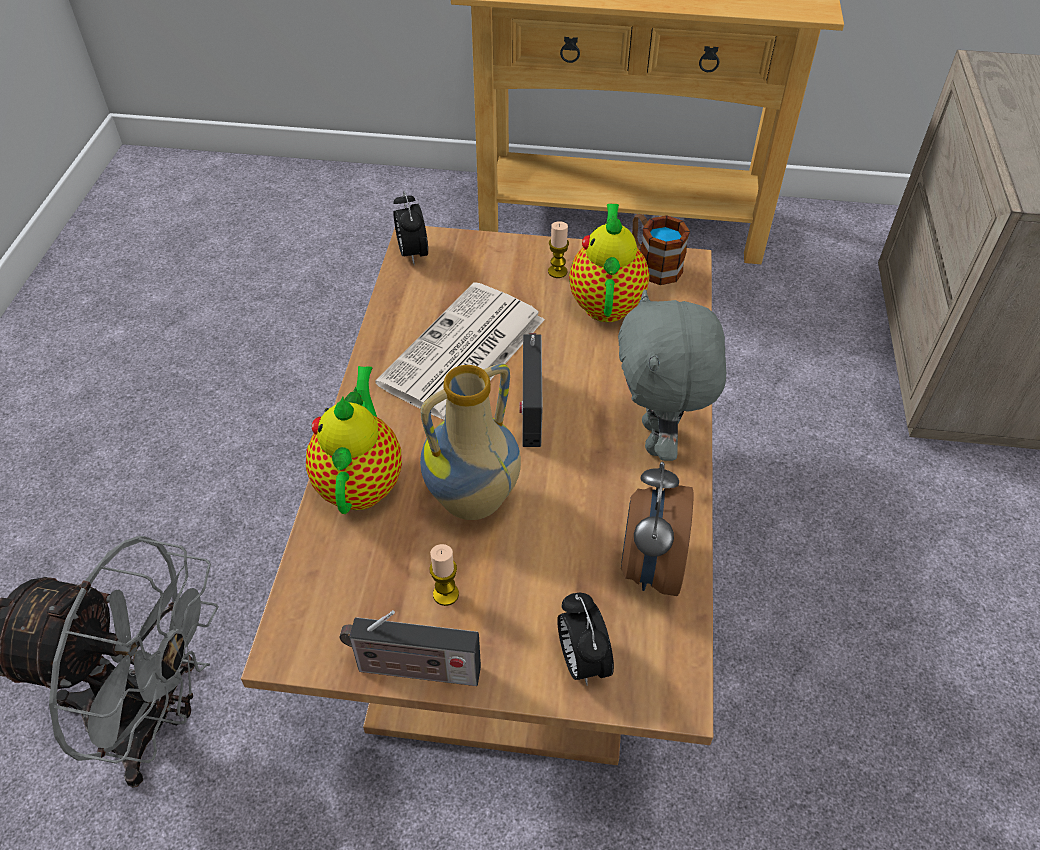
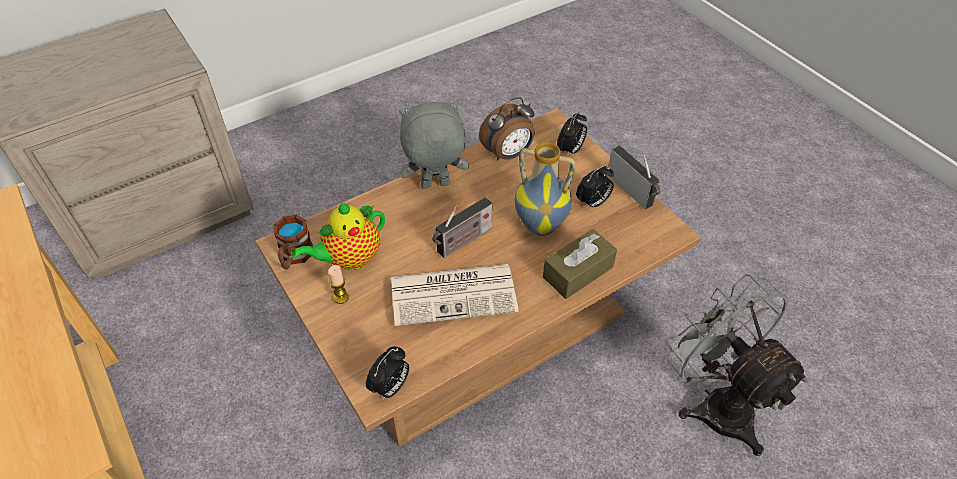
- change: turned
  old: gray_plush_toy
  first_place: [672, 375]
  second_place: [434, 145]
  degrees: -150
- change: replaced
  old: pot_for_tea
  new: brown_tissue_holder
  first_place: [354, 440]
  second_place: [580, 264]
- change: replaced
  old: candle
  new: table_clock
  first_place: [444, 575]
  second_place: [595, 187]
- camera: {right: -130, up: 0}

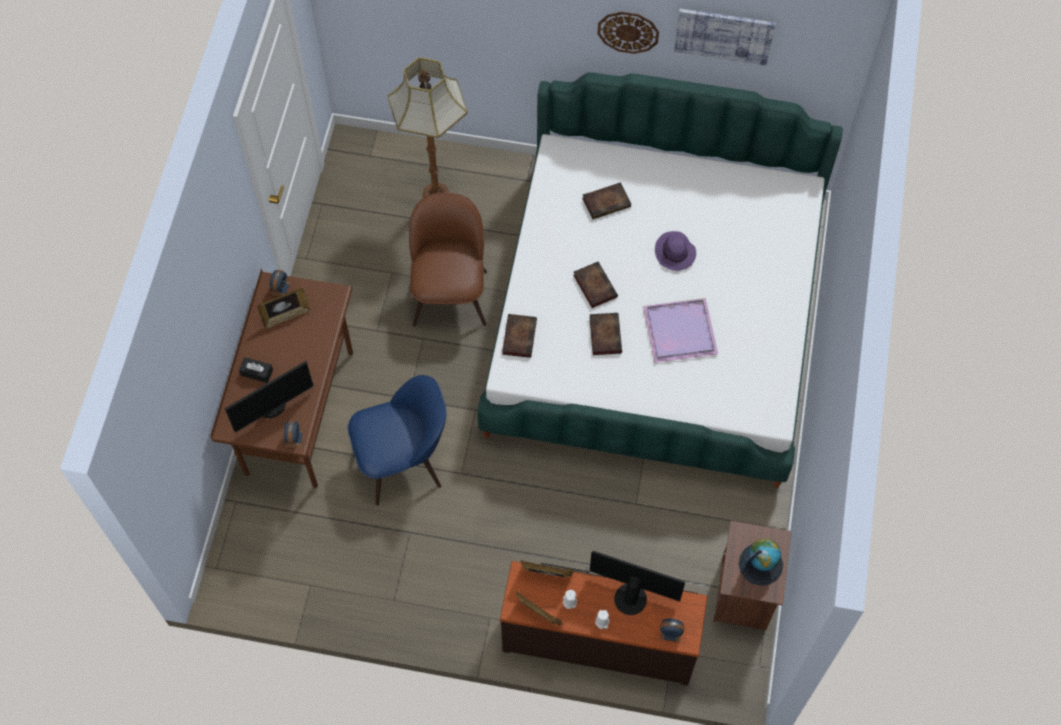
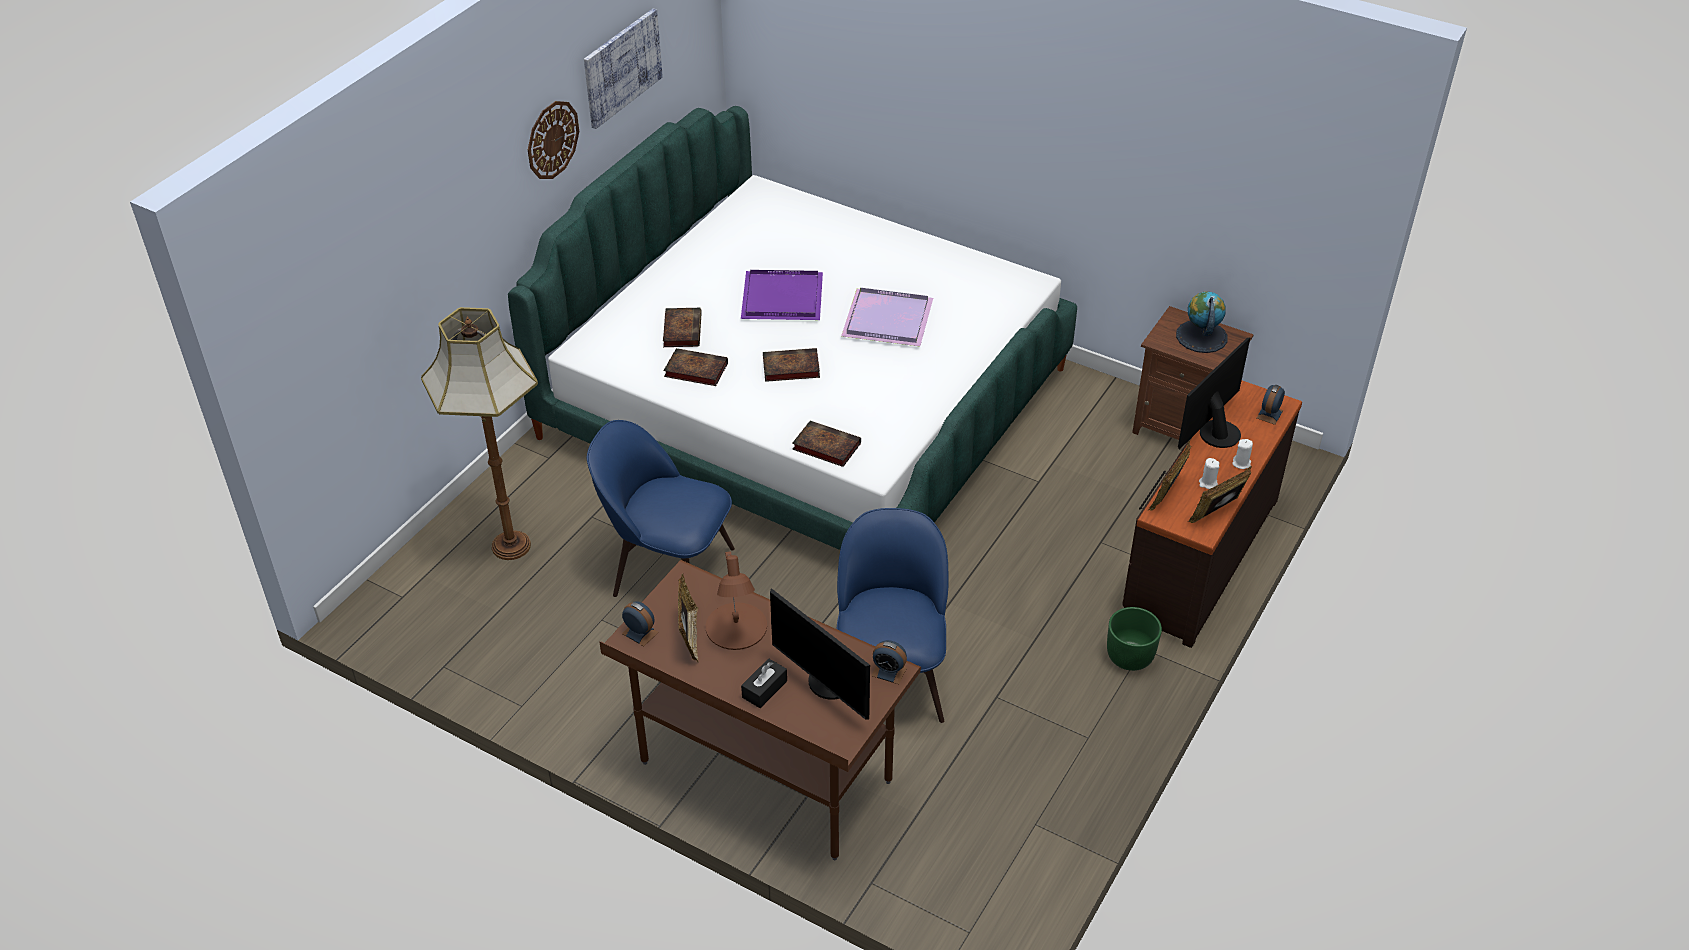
- change: recoloured
  old: brown_chair
  new: blue-coloured_chair
  first_place: [448, 260]
  second_place: [661, 508]
- change: moved
  old: bound_book
  first_place: [605, 334]
  second_place: [695, 367]
- change: added
  new: brown_table_lamp
  second_place: [736, 600]
- change: replaced
  old: purplish_wearable_hat
  new: purplish_carrying_tray
  first_place: [675, 251]
  second_place: [782, 295]
- change: turned
  old: computer_display
  first_place: [269, 396]
  second_place: [820, 653]
  degrees: 150
- change: added
  new: green_flower_pot
  second_place: [1134, 639]
- camera: {right: -70, up: -20}

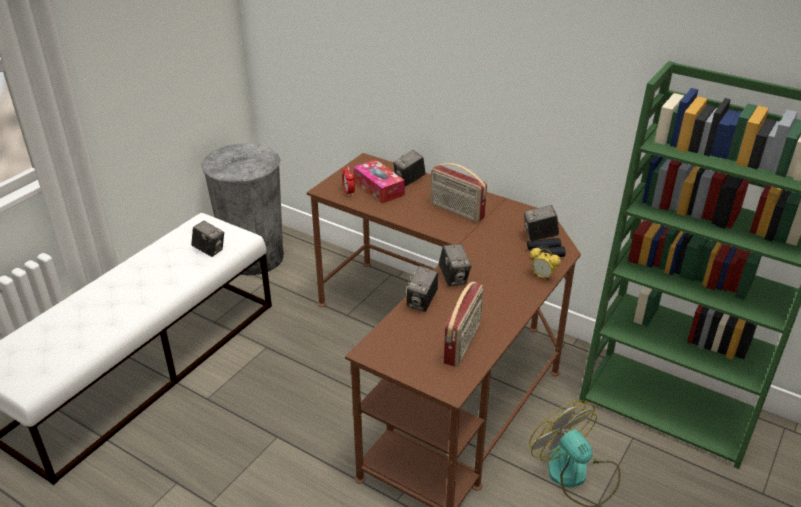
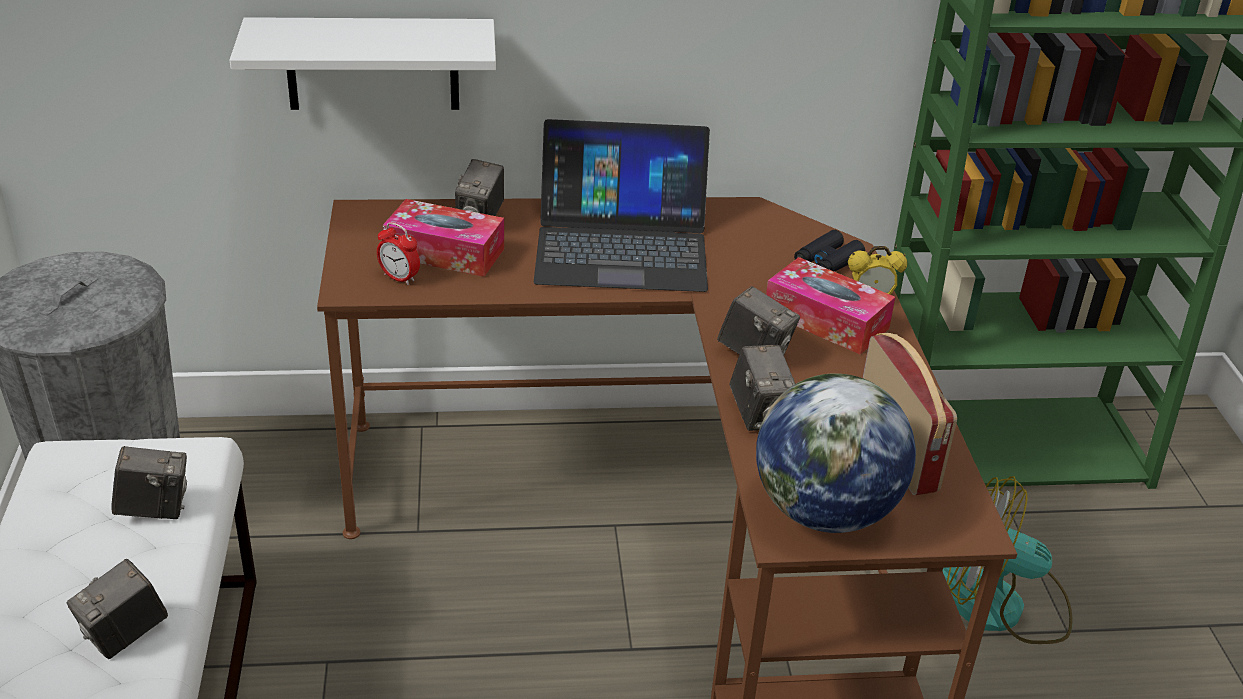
- change: moved
  old: photo_camera
  first_place: [541, 223]
  second_place: [117, 609]
- change: added
  new: white_bracket_shelf
  second_place: [363, 63]
- change: replaced
  old: radio_set
  new: notebook_computer
  first_place: [458, 193]
  second_place: [621, 205]
- change: added
  new: world_globe
  second_place: [836, 453]
- change: added
  new: tissue_holder
  second_place: [830, 306]
- camera: {right: -40, up: 0}

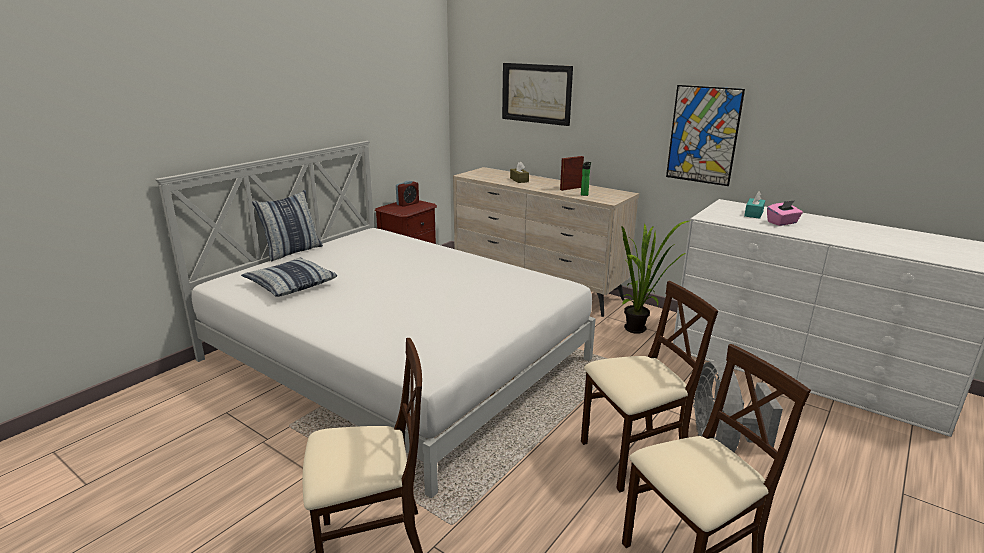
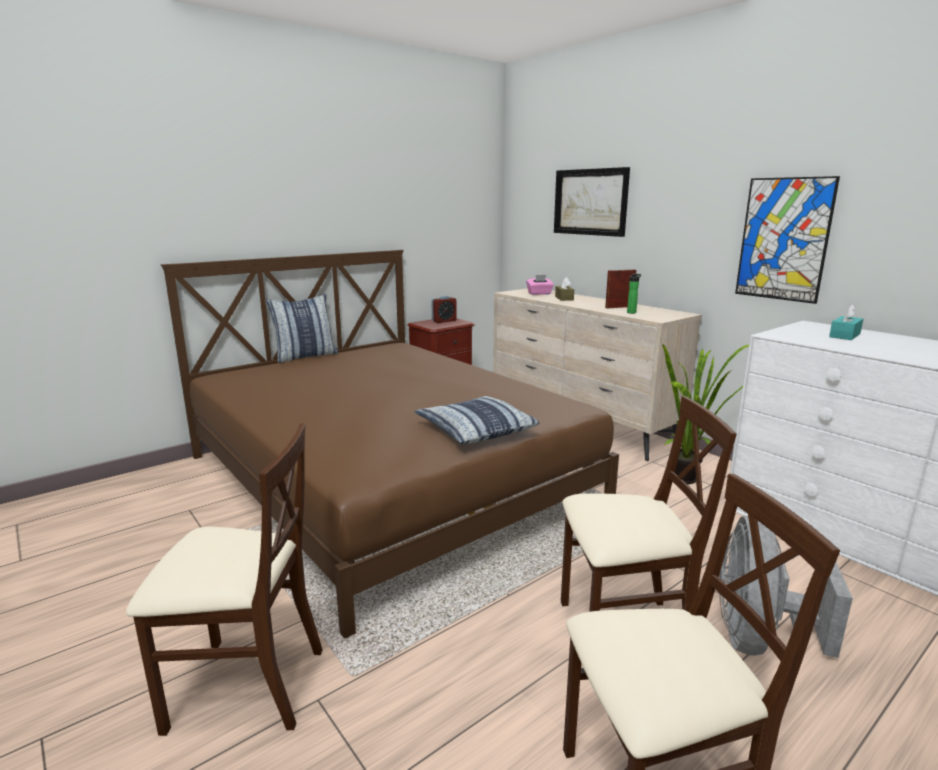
- change: recoloured
  old: white_sleeping_bed
  new: brown_sleeping_bed
  first_place: [375, 319]
  second_place: [390, 444]
- change: moved
  old: throw_pillow
  first_place: [289, 277]
  second_place: [477, 420]
- change: moved
  old: pink_tissue_holder
  first_place: [785, 213]
  second_place: [540, 285]
- camera: {right: 15, up: -5}

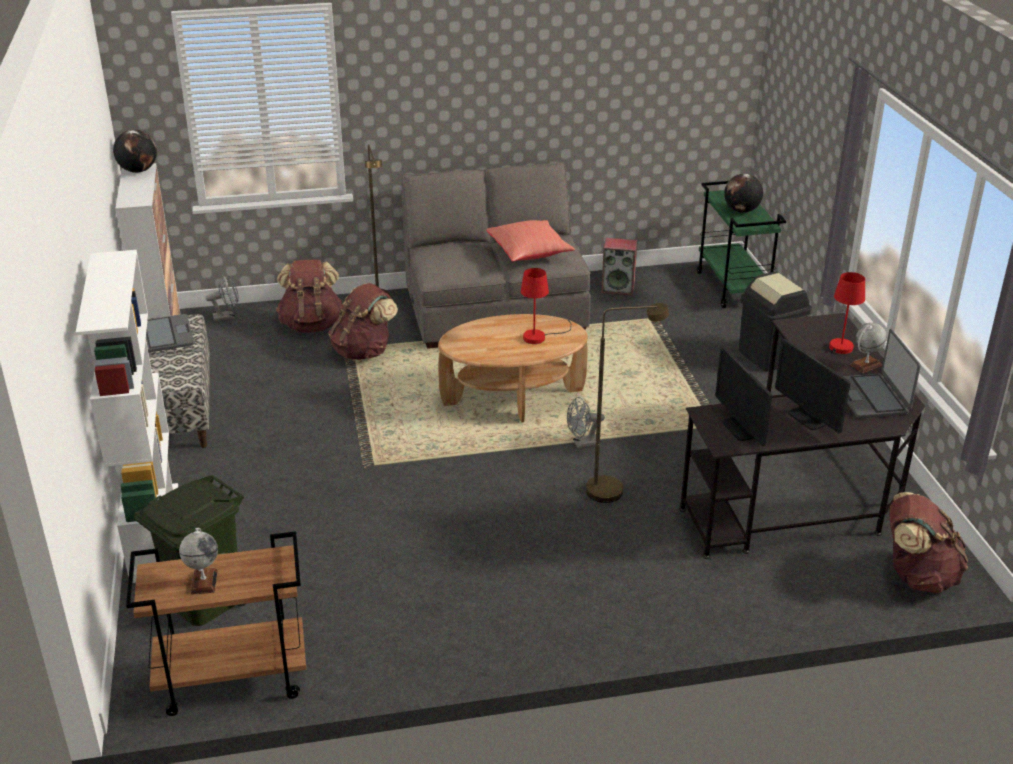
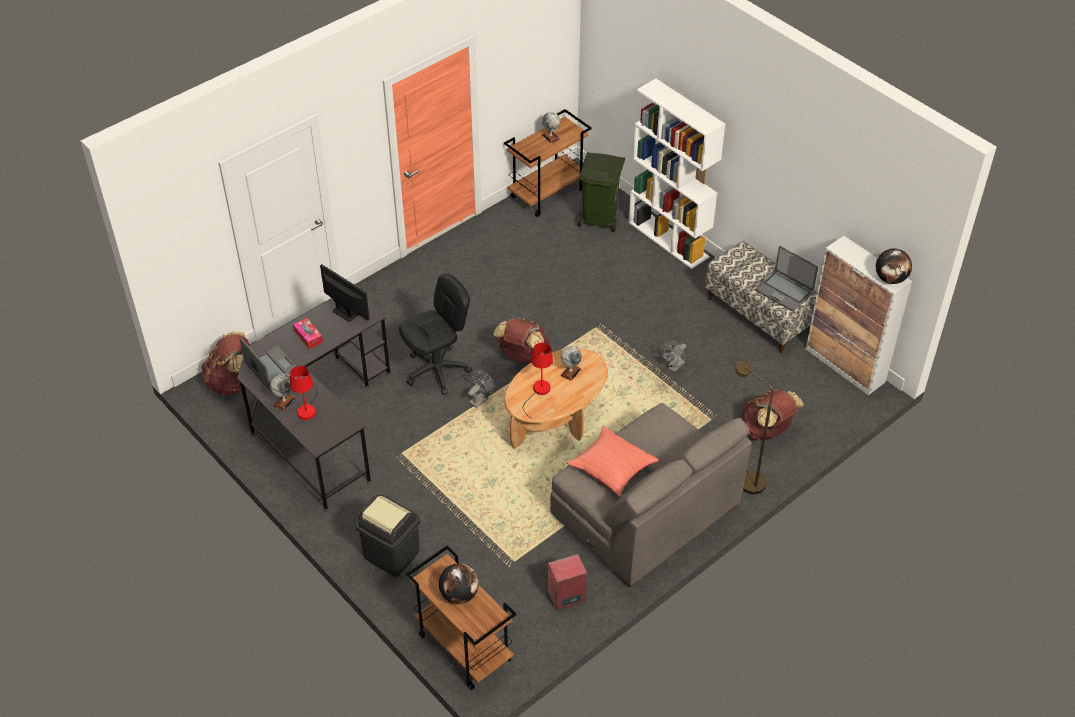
- change: replaced
  old: computer_display
  new: tissue_holder
  first_place: [813, 386]
  second_place: [308, 333]
- change: replaced
  old: brown_floor_lamp
  new: blackish_office_chair
  first_place: [627, 403]
  second_place: [435, 334]
- change: recoloured
  old: green_wheeled_cart
  new: brown_wheeled_cart
  first_place: [741, 244]
  second_place: [461, 617]
- change: moved
  old: brown_knapsack
  first_place: [363, 321]
  second_place: [522, 341]
- change: added
  new: world_globe
  second_place: [571, 363]
- change: moved
  old: gray_fan
  first_place: [222, 298]
  second_place: [673, 356]
- camera: {right: 150, up: 15}

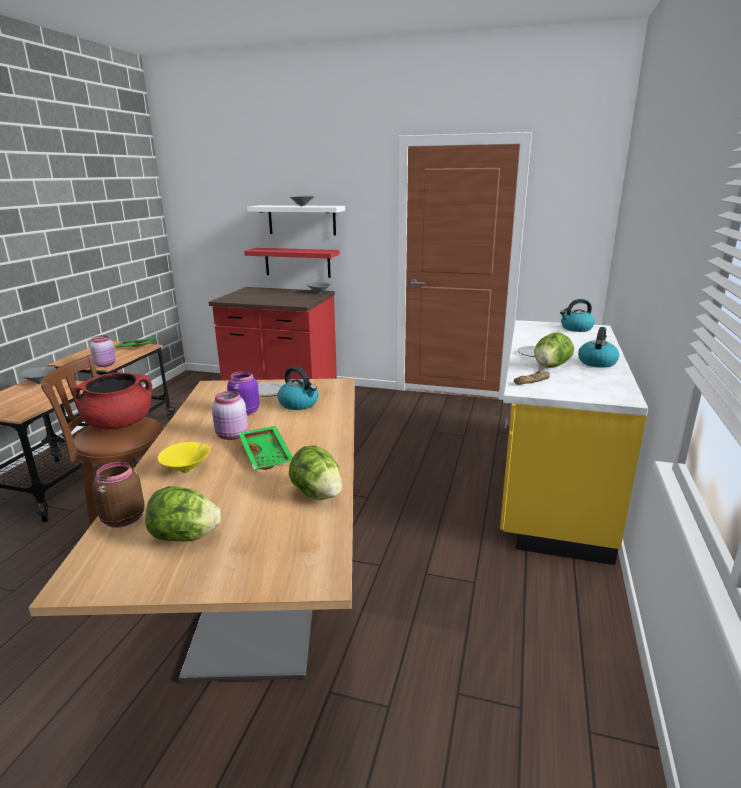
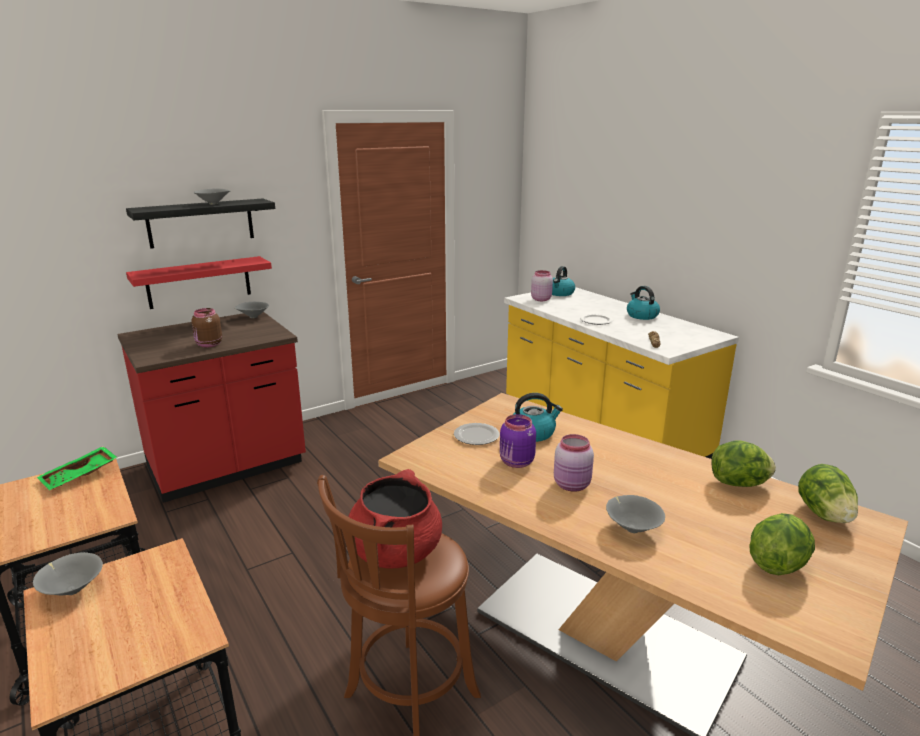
- change: recoloured
  old: white_bracket_shelf
  new: blackish_bracket_shelf
  first_place: [296, 220]
  second_place: [200, 223]
- change: moved
  old: brown_jar
  first_place: [118, 495]
  second_place: [206, 327]
- change: moved
  old: pink_jar
  first_place: [103, 351]
  second_place: [542, 285]
- change: recoloured
  old: yellowish_deep_dish
  new: gray_deep_dish
  first_place: [184, 457]
  second_place: [635, 514]
- change: moved
  old: head_of_lettuce
  first_place: [554, 350]
  second_place: [828, 493]
- change: removed
  old: green_carrying_tray
  first_place: [265, 448]
- camera: {right: -50, up: 0}

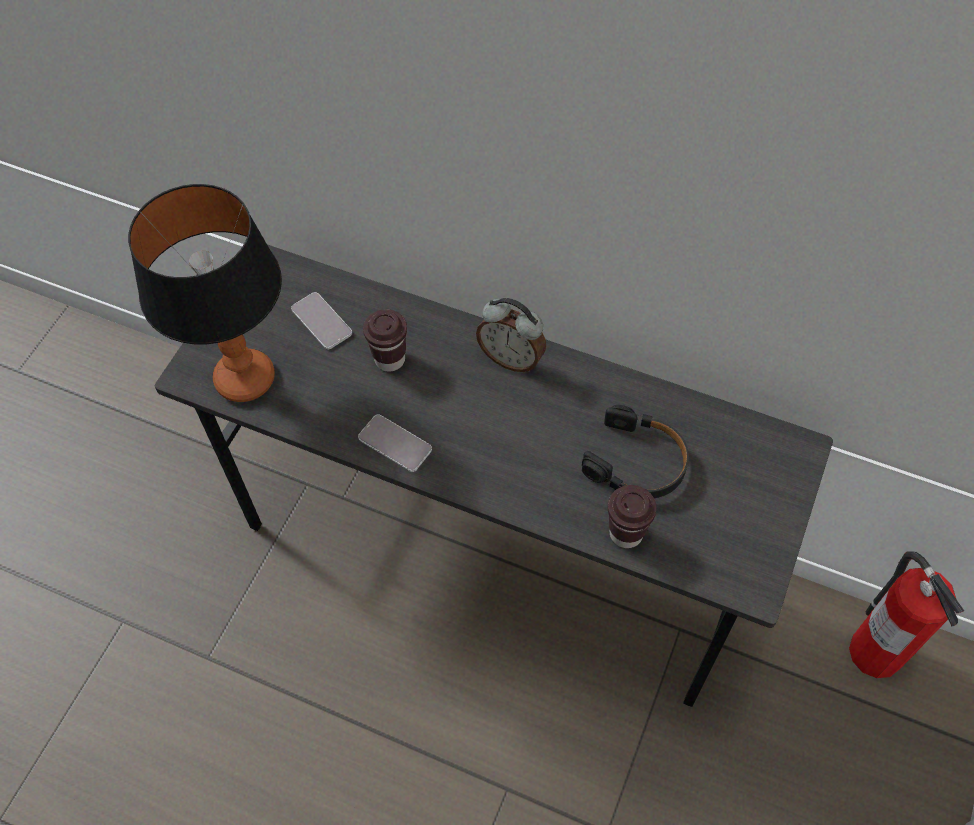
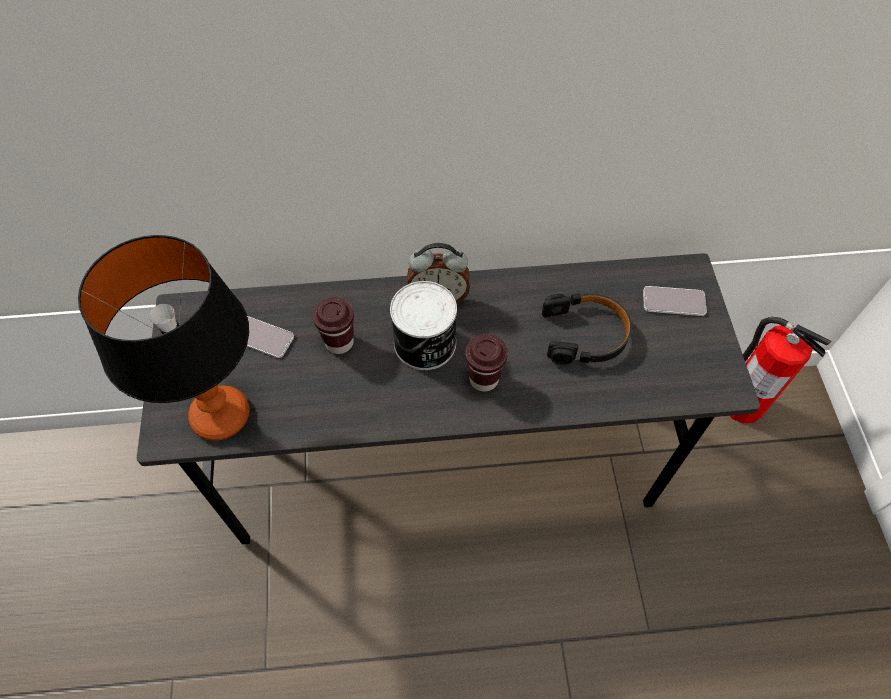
- change: added
  new: metal_can
  second_place: [423, 325]
- change: moved
  old: brown_small_cup
  first_place: [632, 516]
  second_place: [486, 363]
- change: moved
  old: telephone
  first_place: [395, 443]
  second_place: [675, 301]
- camera: {right: -30, up: 0}

